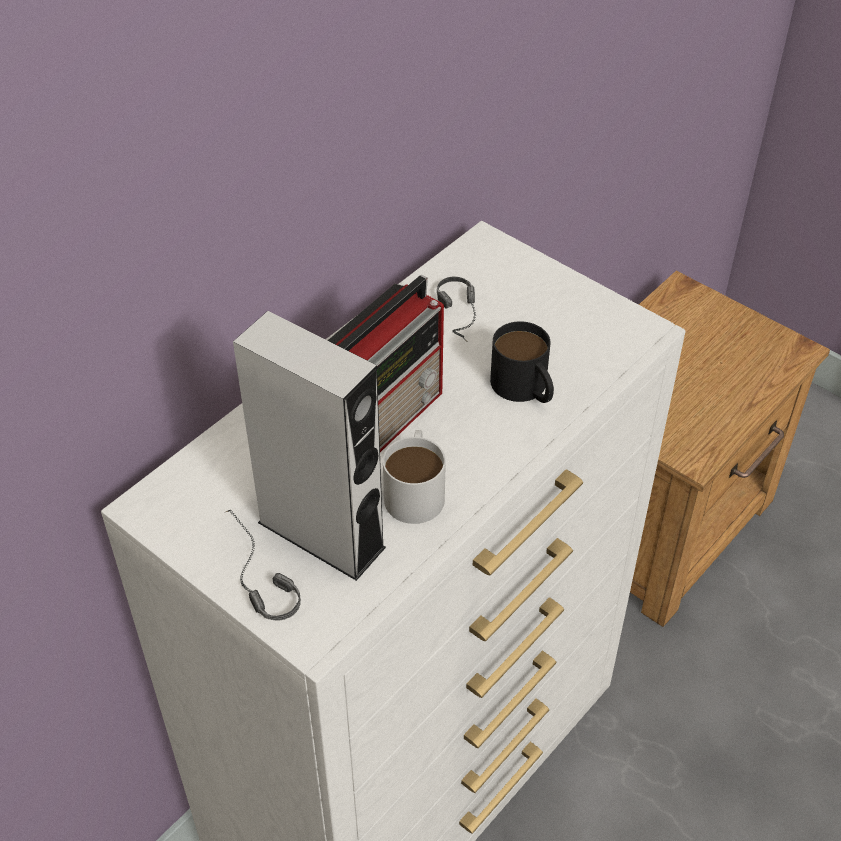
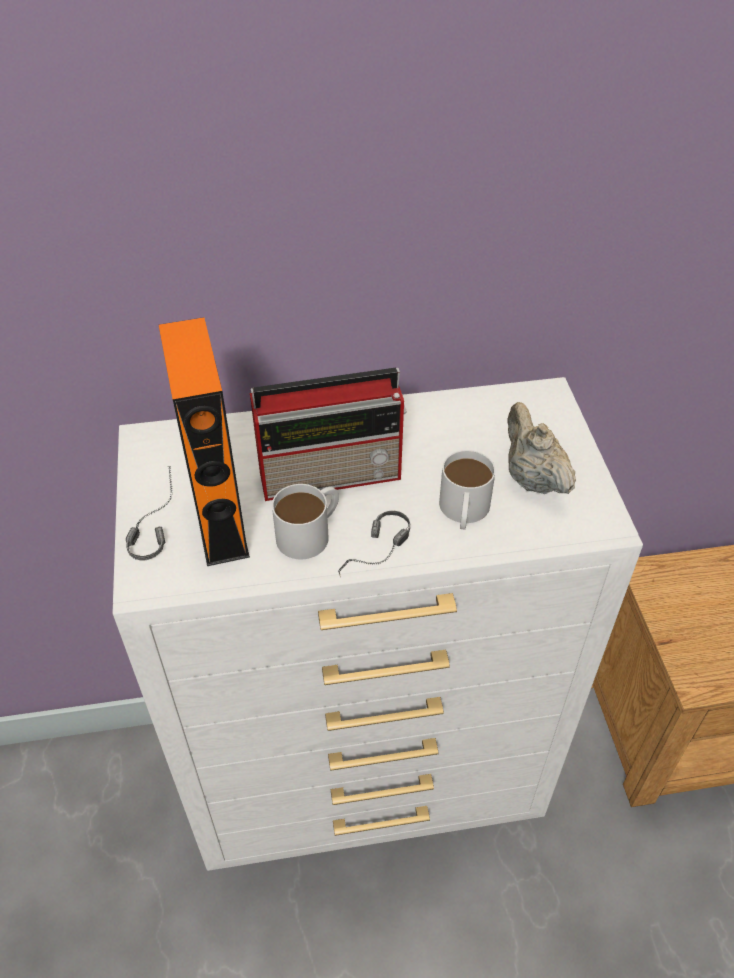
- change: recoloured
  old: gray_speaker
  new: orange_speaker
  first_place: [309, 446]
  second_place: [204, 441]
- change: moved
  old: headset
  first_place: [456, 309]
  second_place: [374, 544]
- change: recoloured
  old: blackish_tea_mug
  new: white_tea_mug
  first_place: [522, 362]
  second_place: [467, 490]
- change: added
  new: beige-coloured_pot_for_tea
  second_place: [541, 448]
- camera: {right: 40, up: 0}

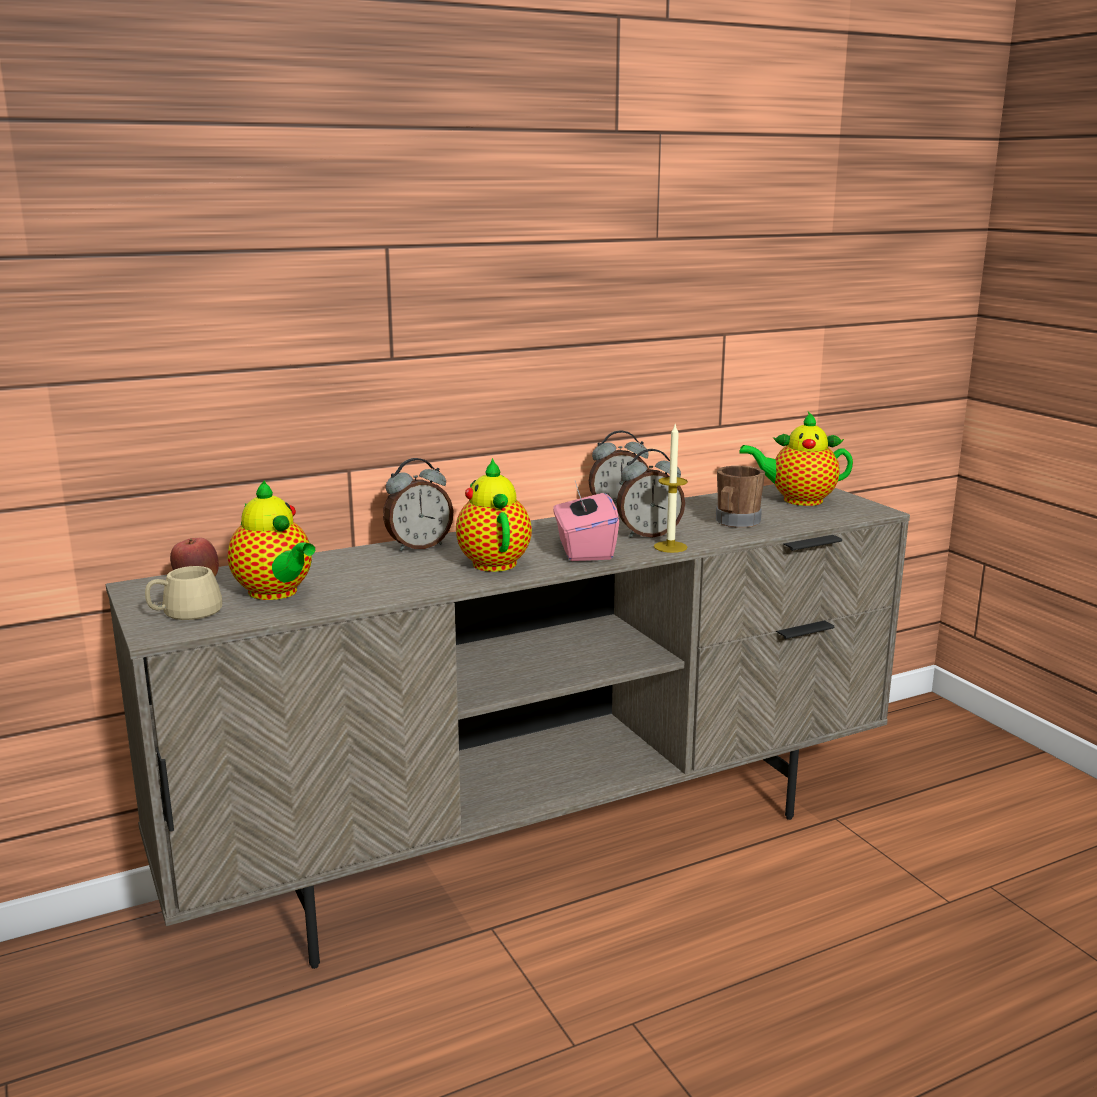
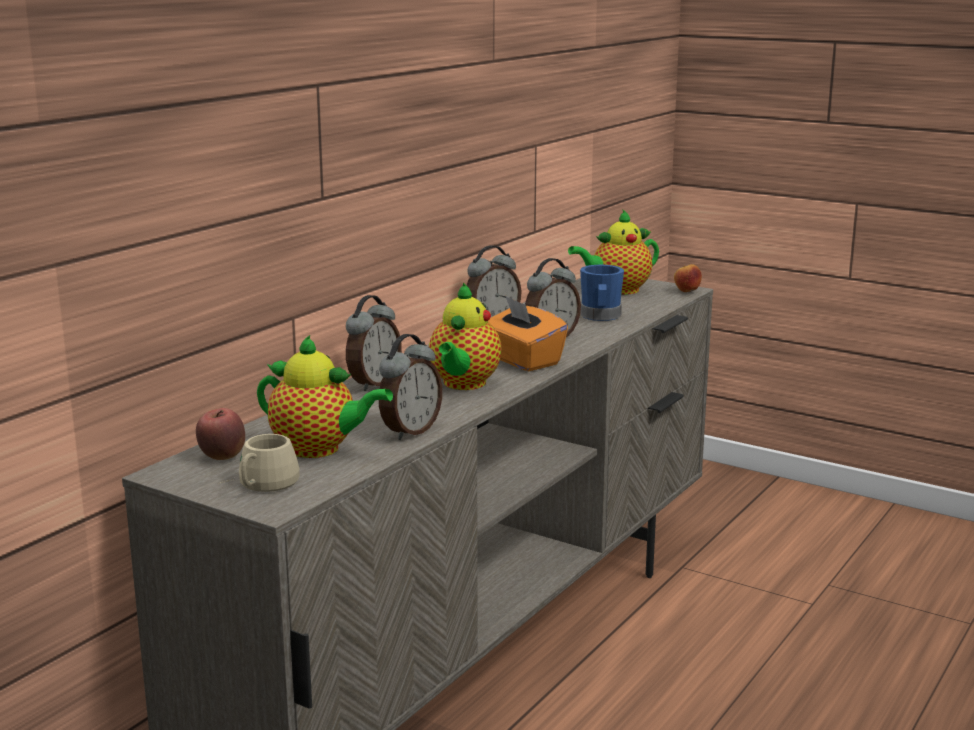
- change: added
  new: table_clock
  second_place: [410, 387]
- change: turned
  old: pot_for_tea
  first_place: [494, 515]
  second_place: [465, 336]
  degrees: -120
- change: recoloured
  old: pink_tissue_holder
  new: orange_tissue_holder
  first_place: [586, 521]
  second_place: [528, 333]
- change: recoloured
  old: brown_tea_mug
  new: blue-coloured_tea_mug
  first_place: [740, 497]
  second_place: [602, 293]
- change: added
  new: apple_fruit
  second_place: [688, 278]
- change: removed
  old: candle
  first_place: [671, 489]
- camera: {right: -30, up: 0}

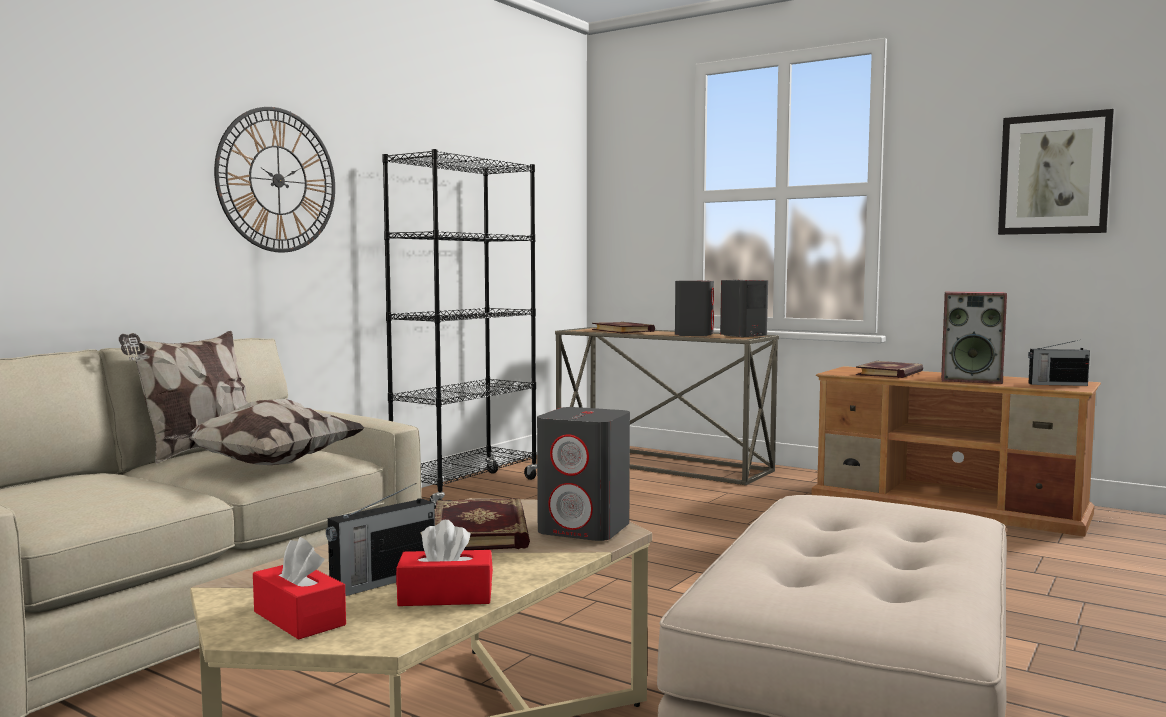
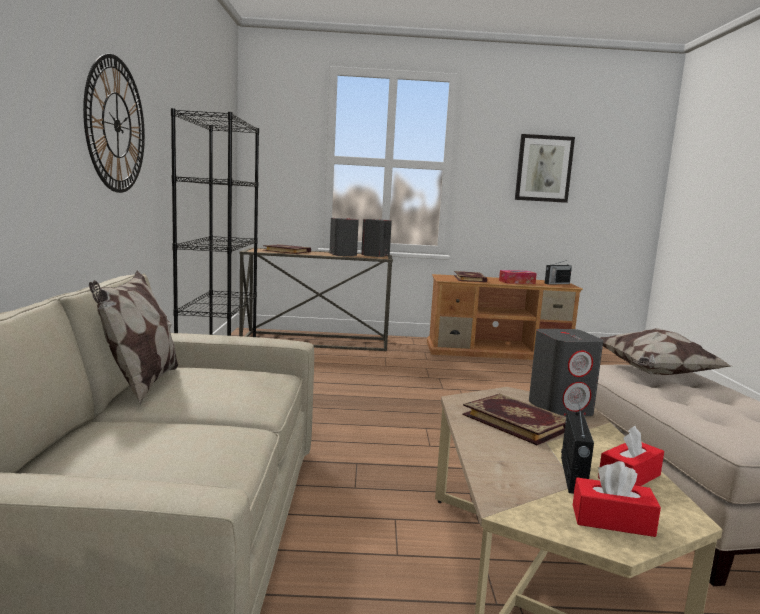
- change: replaced
  old: speaker
  new: tissue_holder
  first_place: [974, 338]
  second_place: [518, 277]
- change: moved
  old: throw_pillow
  first_place: [265, 432]
  second_place: [666, 351]
- camera: {right: -35, up: 5}

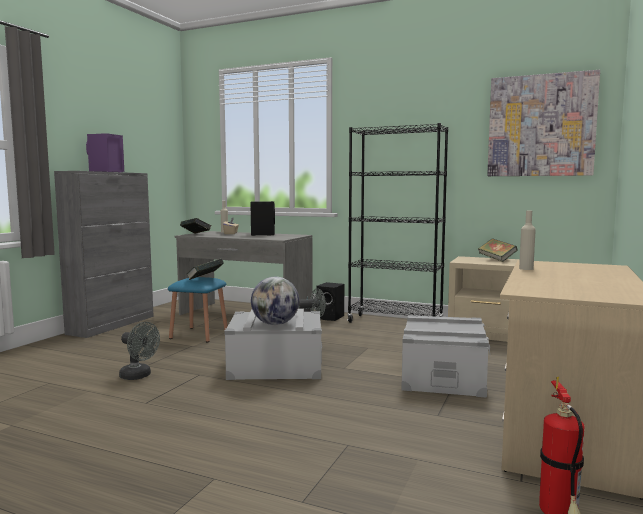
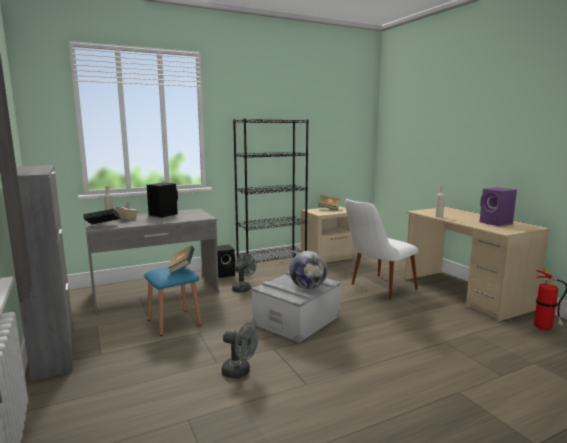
- change: turned
  old: gray_fan
  first_place: [139, 351]
  second_place: [240, 350]
  degrees: 45
- change: replaced
  old: gray_storage_container
  new: white_chair
  first_place: [445, 356]
  second_place: [382, 249]
- change: moved
  old: purplish_speaker
  first_place: [105, 152]
  second_place: [498, 206]
- change: removed
  old: wall_picture
  first_place: [543, 123]
- camera: {right: -50, up: 5}

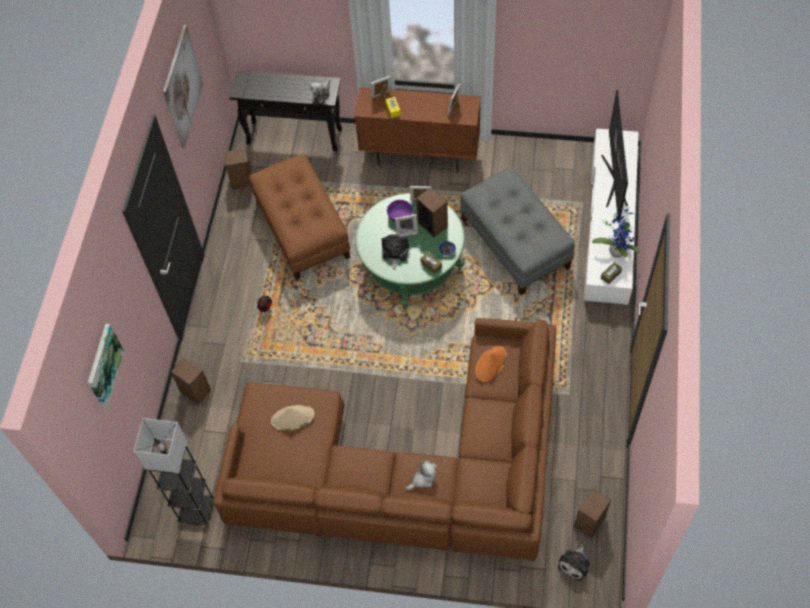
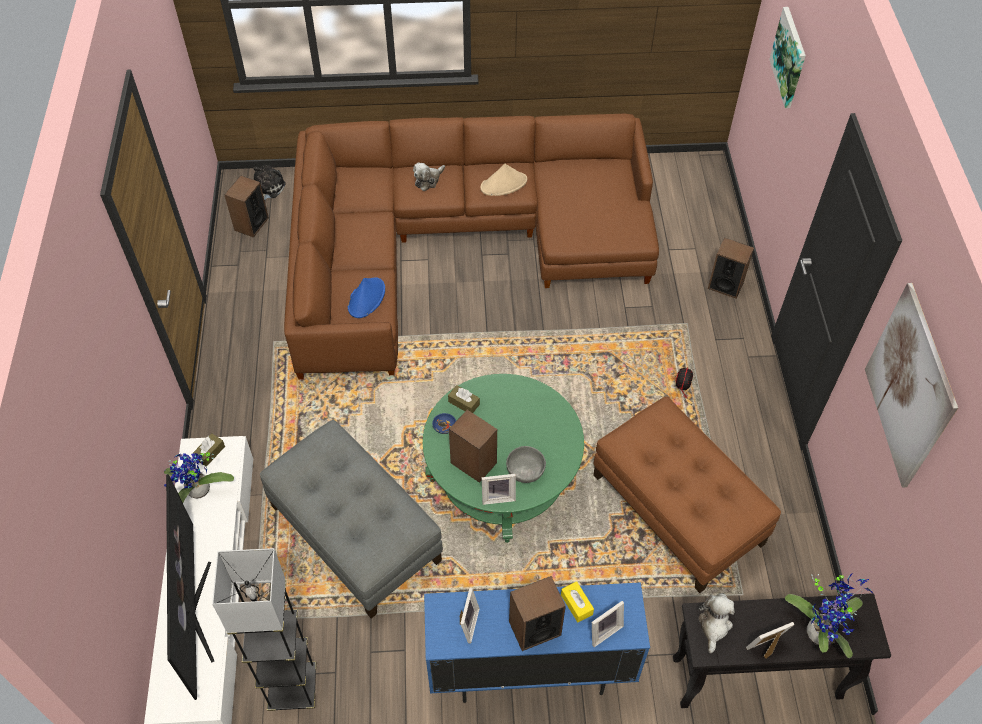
- change: moved
  old: gray_floor_lamp
  first_place: [174, 472]
  second_place: [264, 629]
- change: recoloured
  old: orange_wearable_hat
  new: blue-coloured_wearable_hat
  first_place: [491, 364]
  second_place: [366, 298]
- change: recoloured
  old: brown_storage_cabinet
  new: blue-coloured_storage_cabinet
  first_place: [417, 129]
  second_place: [537, 642]
- change: moved
  old: beige-coloured_wearable_hat
  first_place: [293, 417]
  second_place: [503, 180]
- change: recoloured
  old: purplish_deep_dish
  new: gray_deep_dish
  first_place: [400, 211]
  second_place: [526, 464]
- change: moved
  old: speaker
  first_place: [237, 169]
  second_place: [537, 613]
- change: moved
  old: picture_frame
  first_place: [406, 225]
  second_place: [770, 640]
- change: added
  new: plant_in_a_pot
  second_place: [829, 616]
- change: removed
  old: plush_toy
  first_place: [395, 252]
- camera: {right: 165, up: -5}

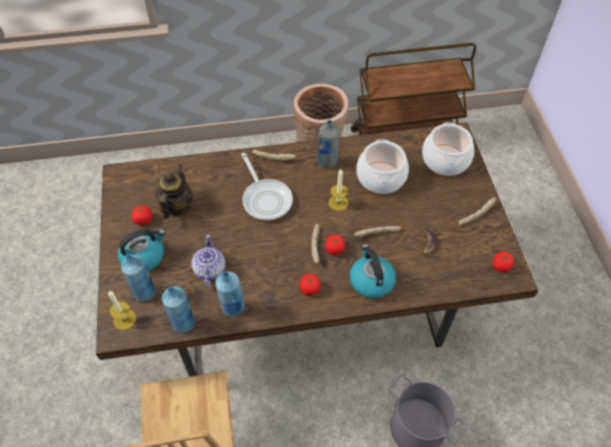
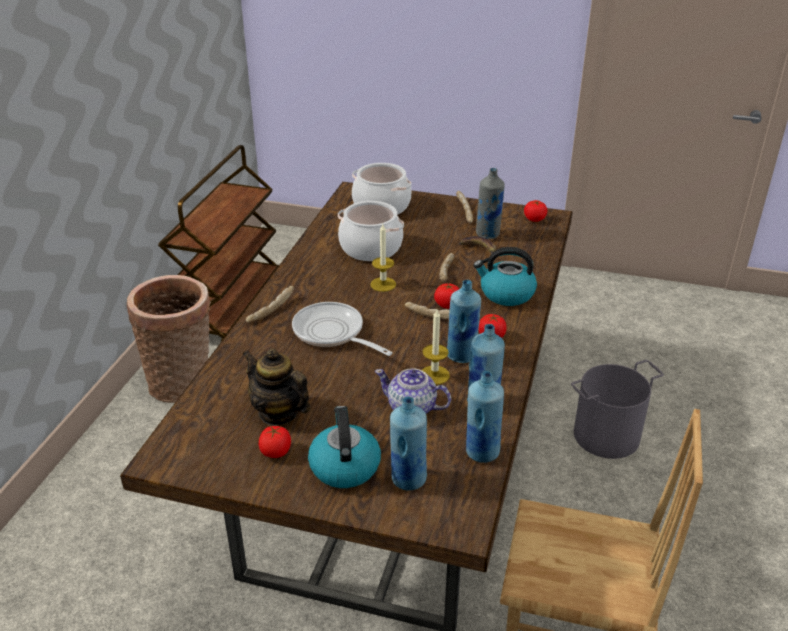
- change: turned
  old: pan
  first_place: [267, 187]
  second_place: [342, 329]
  degrees: -135
- change: moved
  old: candle
  first_place: [122, 310]
  second_place: [436, 347]
- change: added
  new: blue-coloured_bottle
  second_place: [464, 321]
- change: moved
  old: gray_bottle
  first_place: [328, 144]
  second_place: [490, 203]
- camera: {right: -65, up: -20}

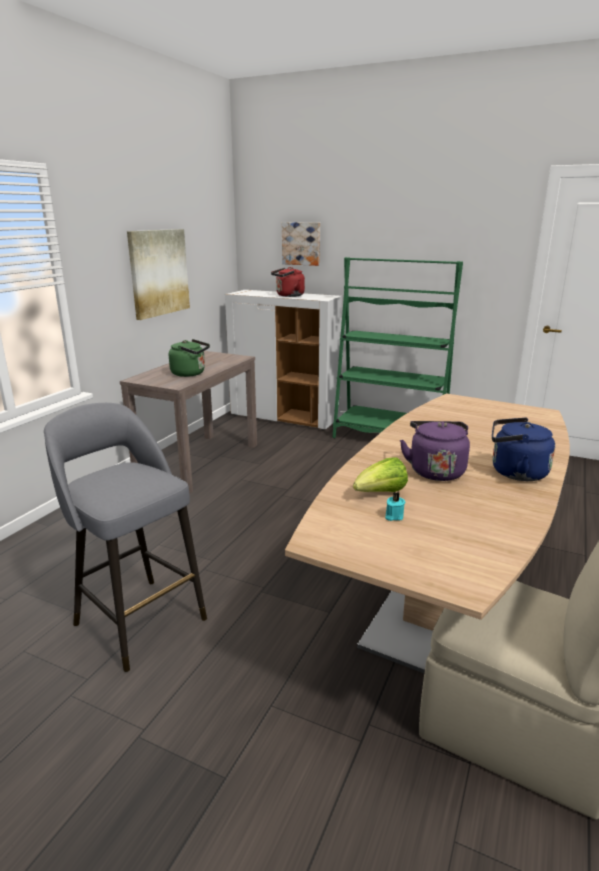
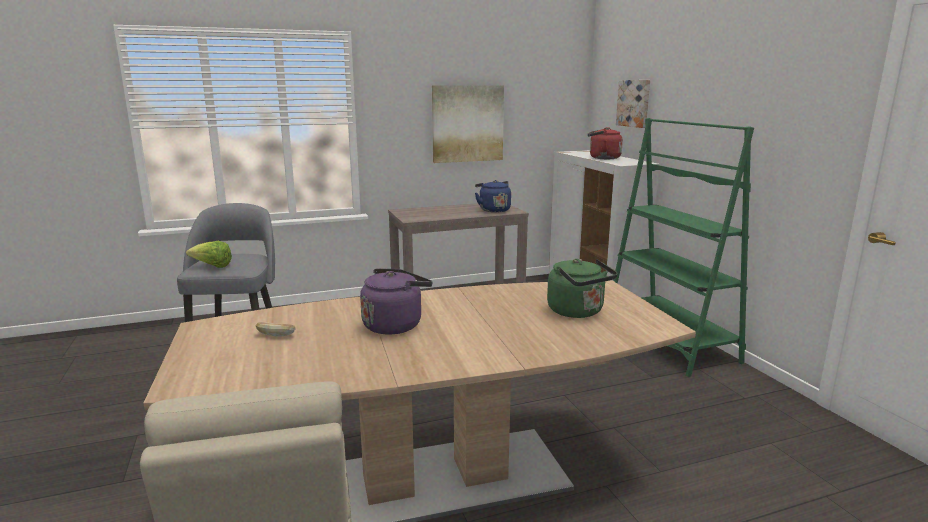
- change: moved
  old: head_of_lettuce
  first_place: [380, 474]
  second_place: [209, 254]
- change: replaced
  old: blue-green_candle
  new: baked_bread
  first_place: [395, 506]
  second_place: [275, 329]
- change: moved
  old: blue-coloured_tea_kettle
  first_place: [523, 449]
  second_place: [493, 196]
- change: moved
  old: green_tea_kettle
  first_place: [189, 358]
  second_place: [582, 288]
- camera: {right: 45, up: -5}

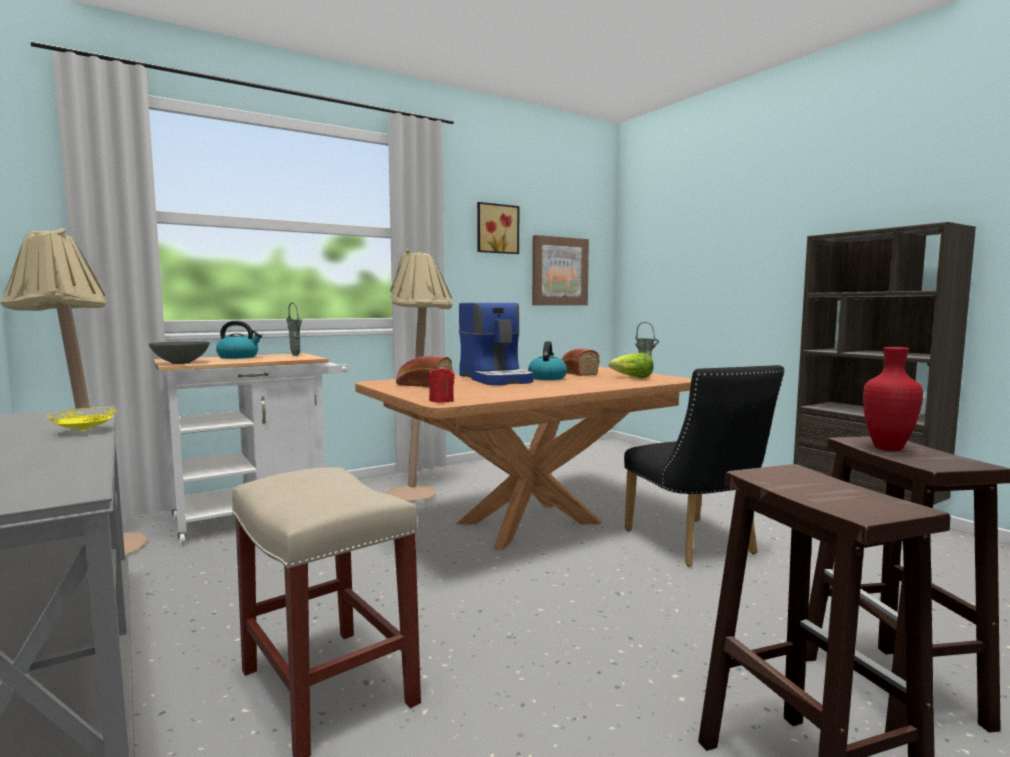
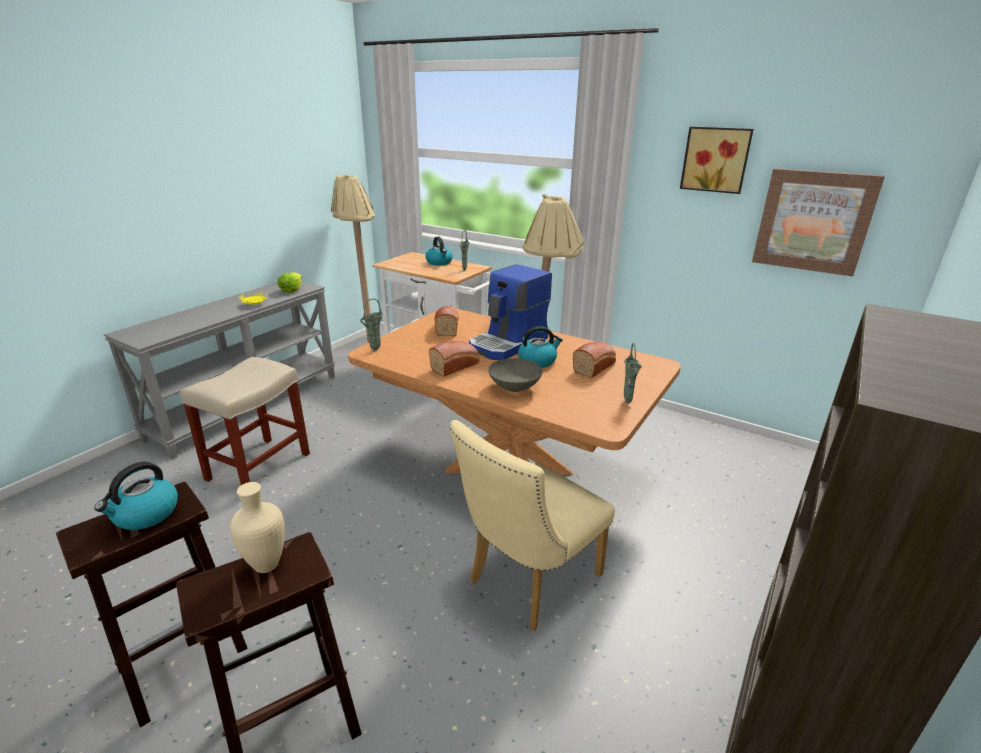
- change: added
  new: tea_kettle
  second_place: [136, 496]
- change: recoloured
  old: red-coloured_decorative_vase
  new: beige-coloured_decorative_vase
  first_place: [893, 399]
  second_place: [257, 527]
- change: moved
  old: head_of_lettuce
  first_place: [631, 365]
  second_place: [290, 282]
- change: replaced
  old: red-coloured_candle
  new: green_decorative_vase
  first_place: [442, 383]
  second_place: [371, 324]
- change: added
  new: baked_bread
  second_place: [454, 359]
- change: recoloured
  old: blackish_chair
  new: beige-coloured_chair
  first_place: [704, 466]
  second_place: [532, 525]
- change: moved
  old: gray_deep_dish
  first_place: [179, 352]
  second_place: [515, 375]
- camera: {right: 65, up: 20}

